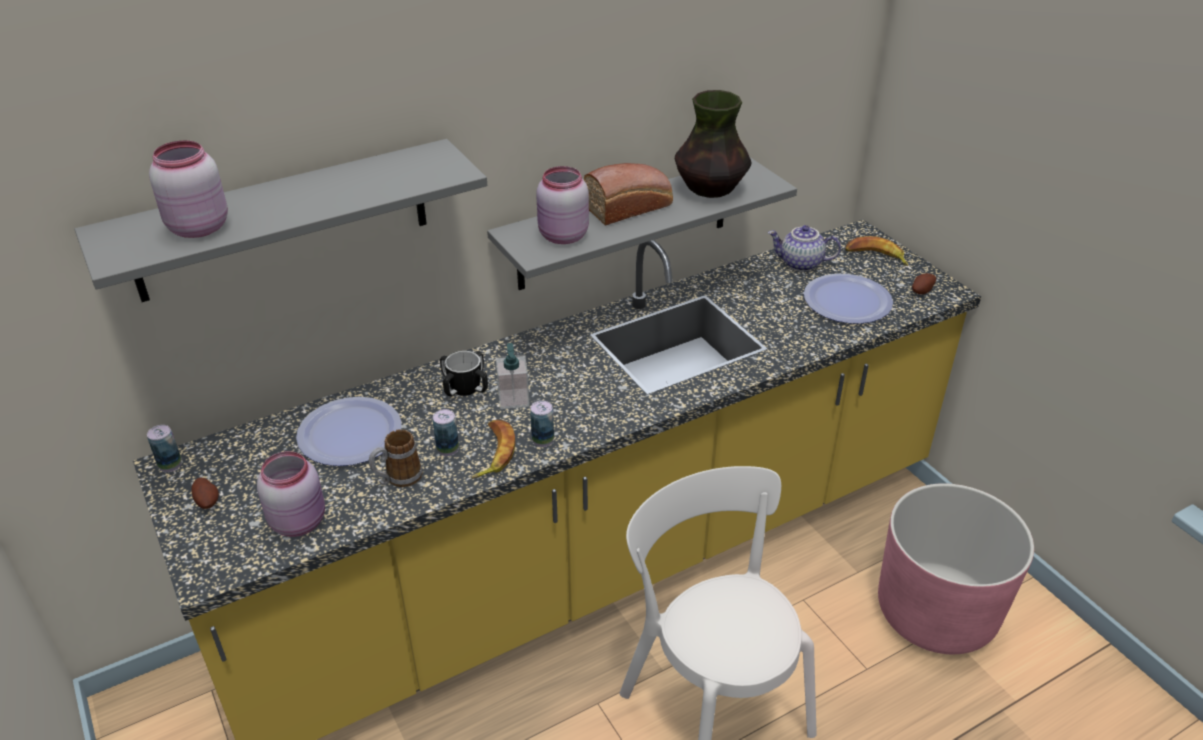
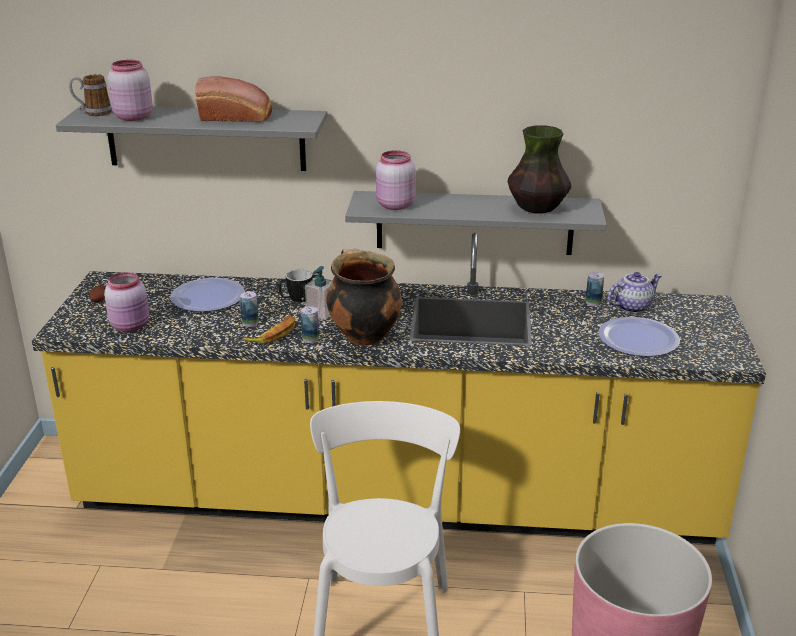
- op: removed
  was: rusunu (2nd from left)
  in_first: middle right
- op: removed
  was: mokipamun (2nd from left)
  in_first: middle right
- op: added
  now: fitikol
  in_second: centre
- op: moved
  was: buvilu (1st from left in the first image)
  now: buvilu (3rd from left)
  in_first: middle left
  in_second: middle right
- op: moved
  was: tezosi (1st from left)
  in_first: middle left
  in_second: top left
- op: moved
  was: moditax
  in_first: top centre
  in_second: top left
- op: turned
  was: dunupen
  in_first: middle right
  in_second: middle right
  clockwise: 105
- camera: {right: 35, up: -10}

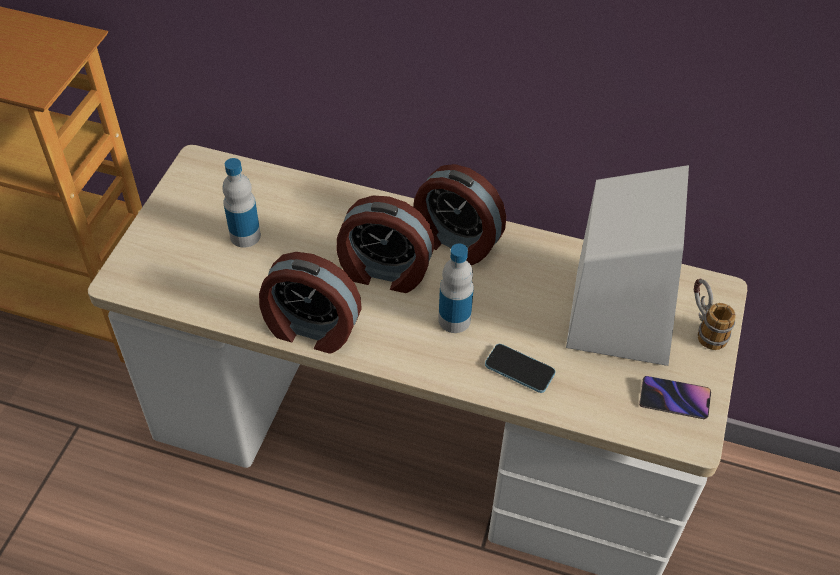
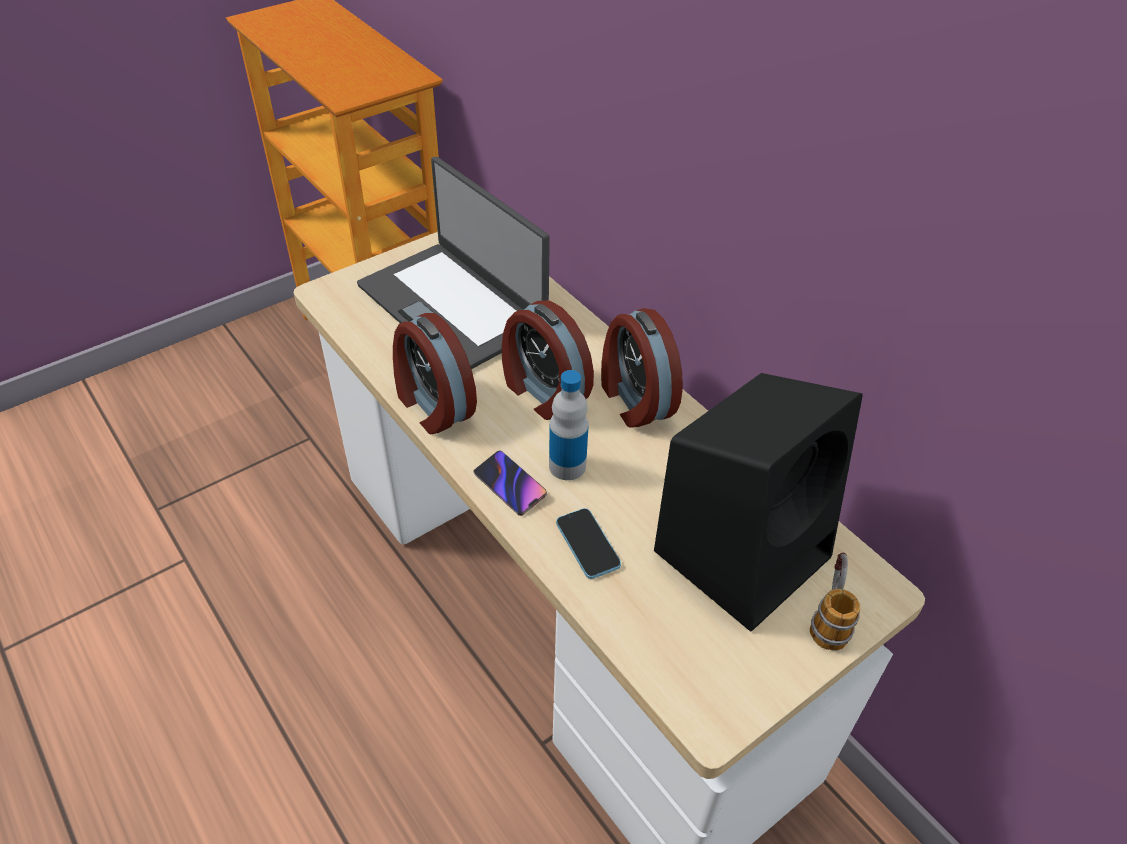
- op: moved
  was: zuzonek (2nd from left in the first image)
  now: zuzonek (1st from left)
  in_first: bottom right
  in_second: centre
- op: replaced
  was: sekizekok (1st from left)
  now: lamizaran
  in_first: middle left
  in_second: top centre
- op: recoloured
  was: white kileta
  now: black kileta
  in_first: middle right
  in_second: middle right
- camera: {right: 35, up: -5}

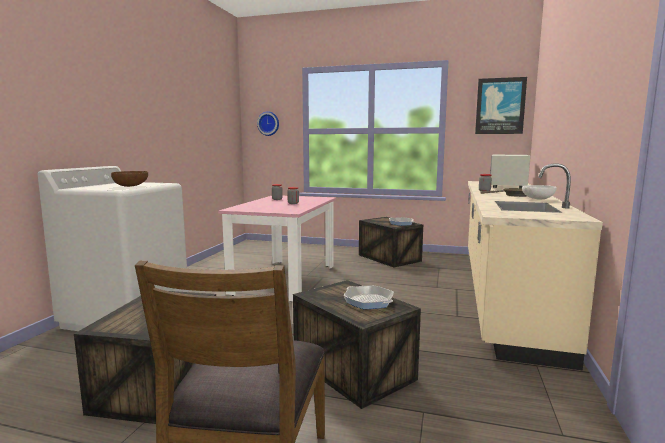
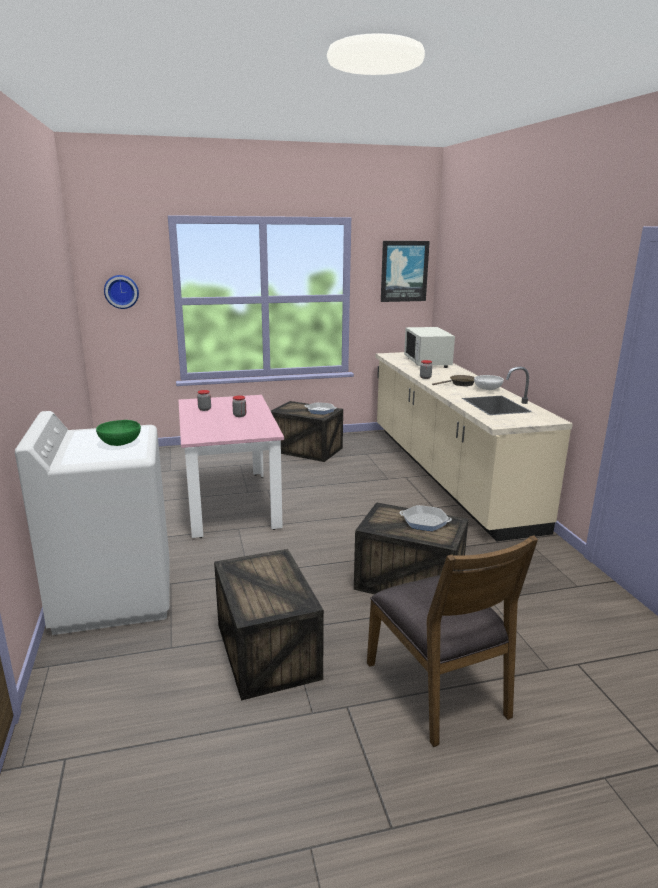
- op: recoloured
  was: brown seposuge
  now: green seposuge
  in_first: middle left
  in_second: middle left
- camera: {right: -30, up: 10}

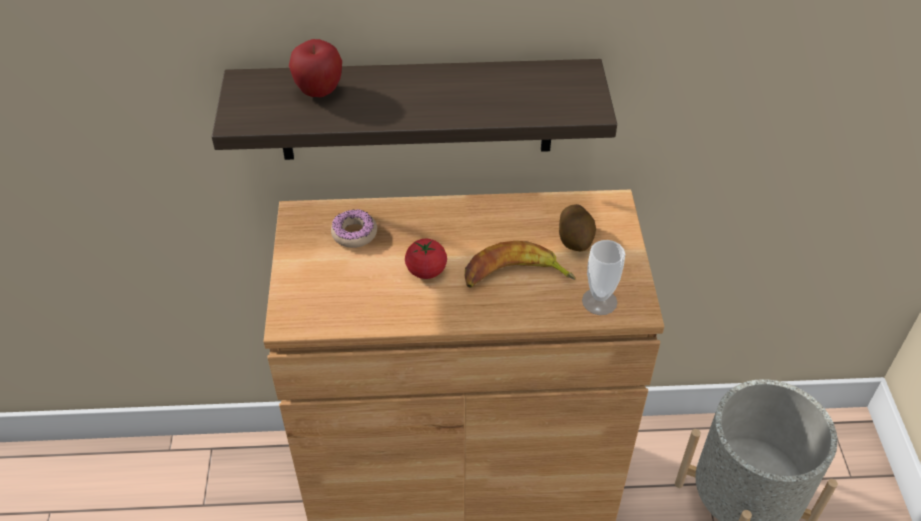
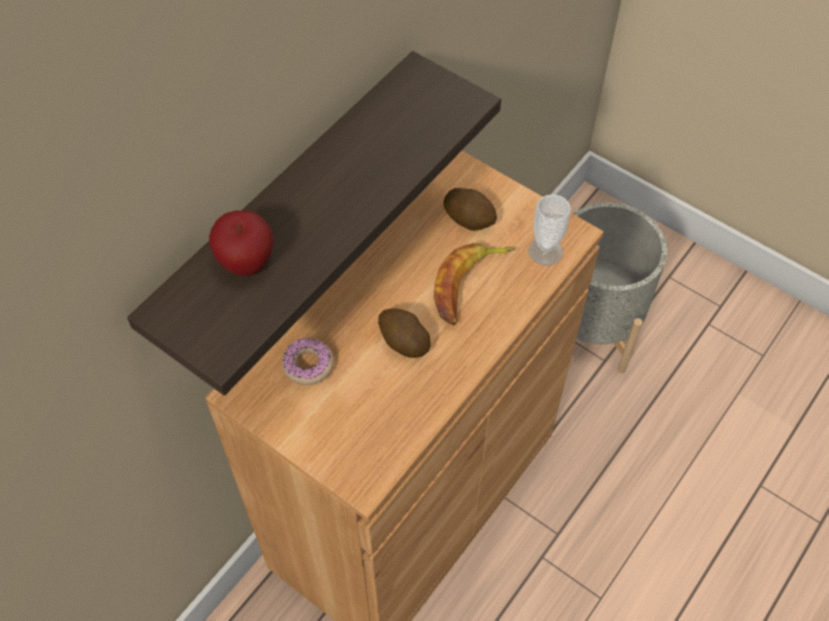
- op: replaced
  was: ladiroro
  now: mokipamun (1st from left)
  in_first: centre
  in_second: centre
- camera: {right: -50, up: 10}

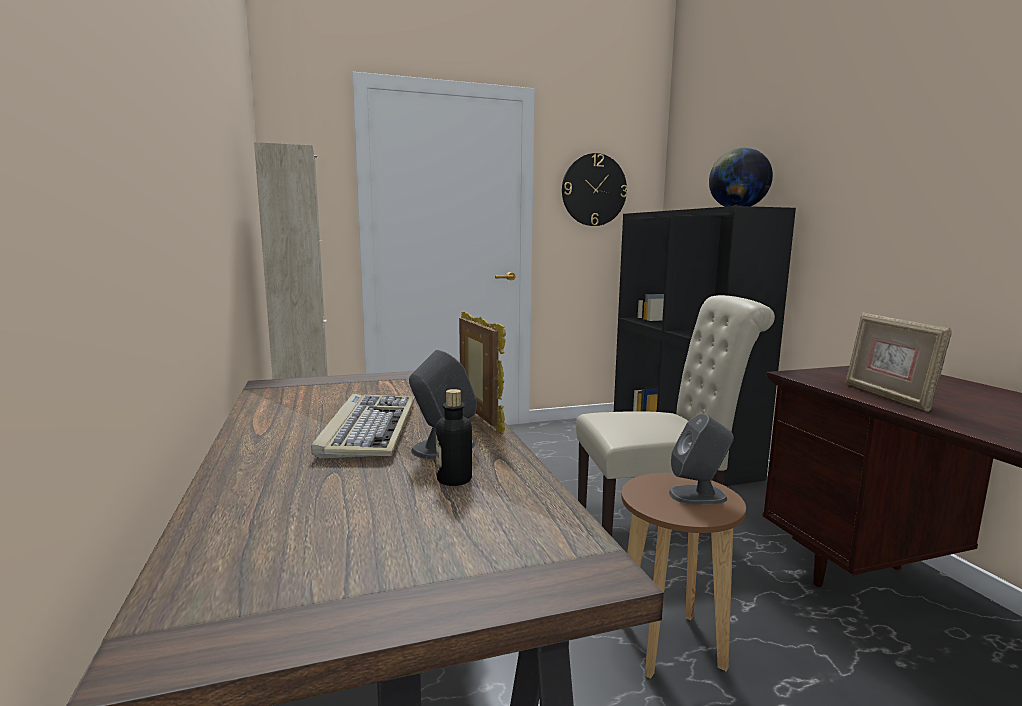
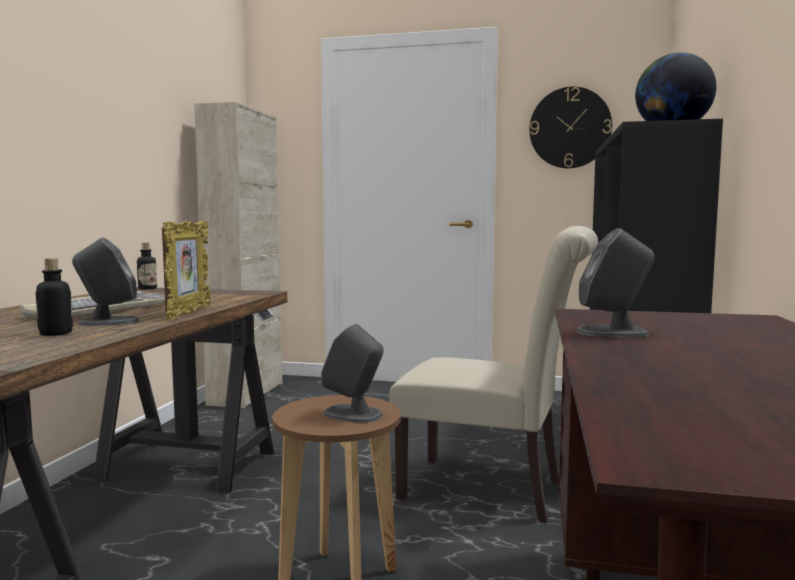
- op: added
  now: sekizekok (2nd from left)
  in_second: middle left
- op: replaced
  was: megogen (2nd from left)
  now: grey kileta (3rd from left)
  in_first: middle right
  in_second: middle right
- camera: {right: 30, up: -5}

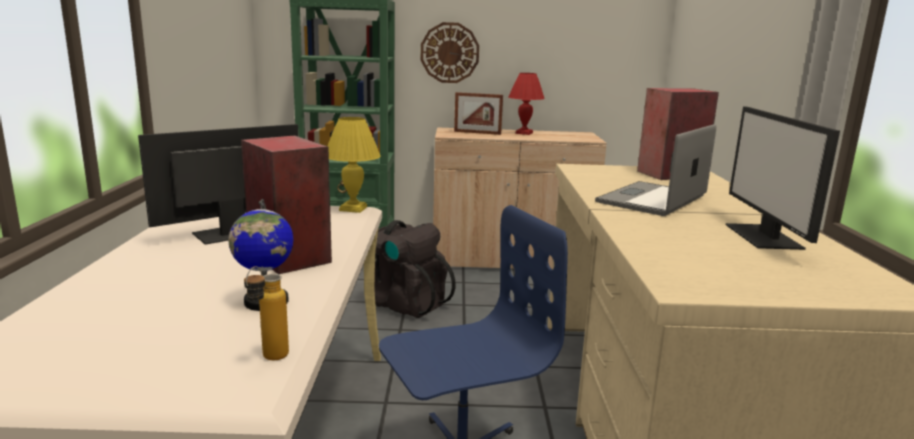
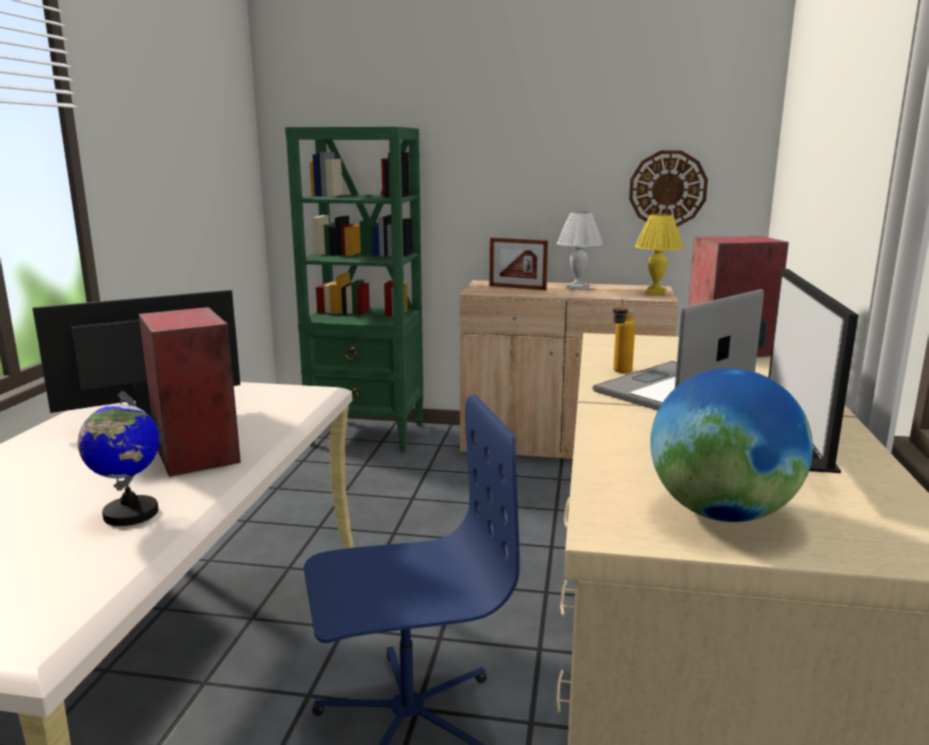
- op: removed
  was: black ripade
  in_first: centre
- op: added
  now: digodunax (2nd from left)
  in_second: middle right
- op: moved
  was: sekizekok
  in_first: bottom left
  in_second: middle right
- op: moved
  was: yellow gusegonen
  in_first: centre
  in_second: middle right
- op: moved
  was: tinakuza
  in_first: top centre
  in_second: top right
- op: recoloured
  was: red gusegonen
  now: white gusegonen
  in_first: top centre
  in_second: centre
- camera: {right: 10, up: 0}

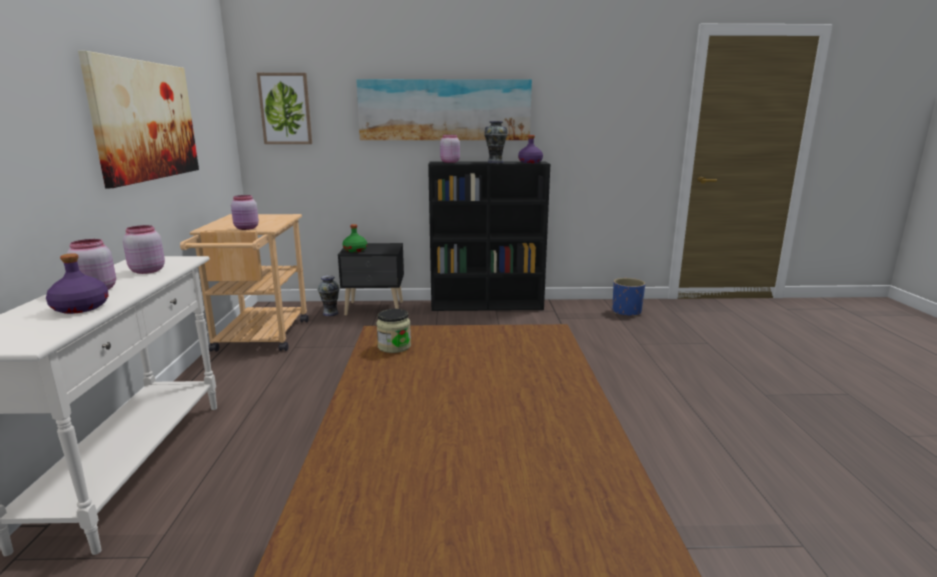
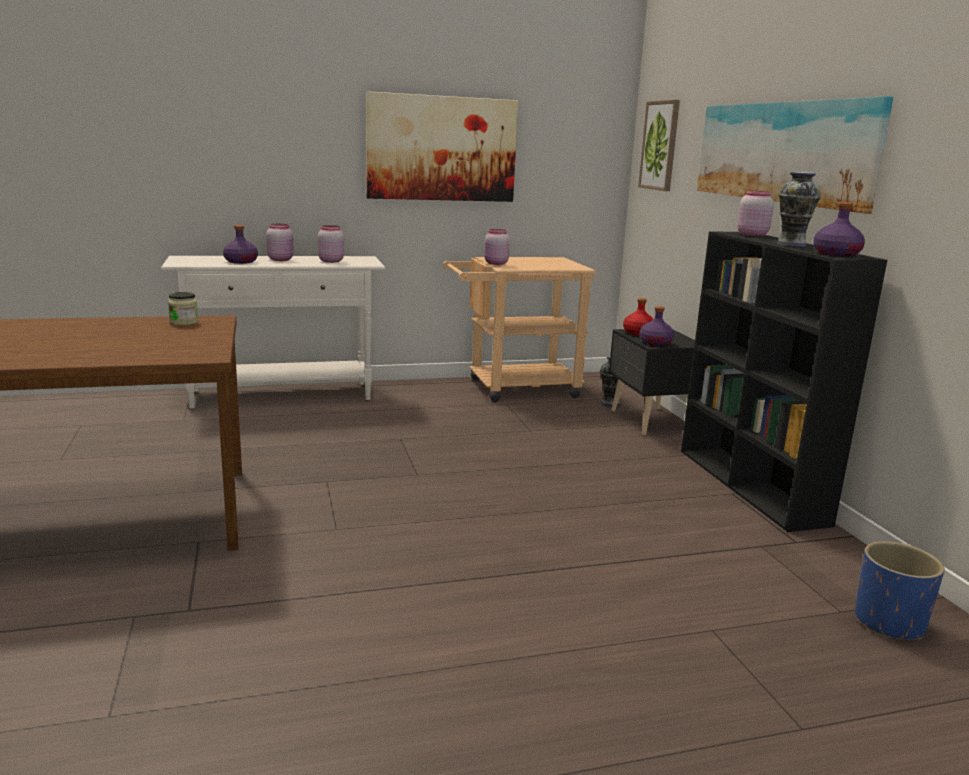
- op: added
  now: purple sekizekok (2nd from left)
  in_second: middle right
- op: recoloured
  was: green sekizekok
  now: red sekizekok
  in_first: centre
  in_second: centre
- camera: {right: 75, up: 0}

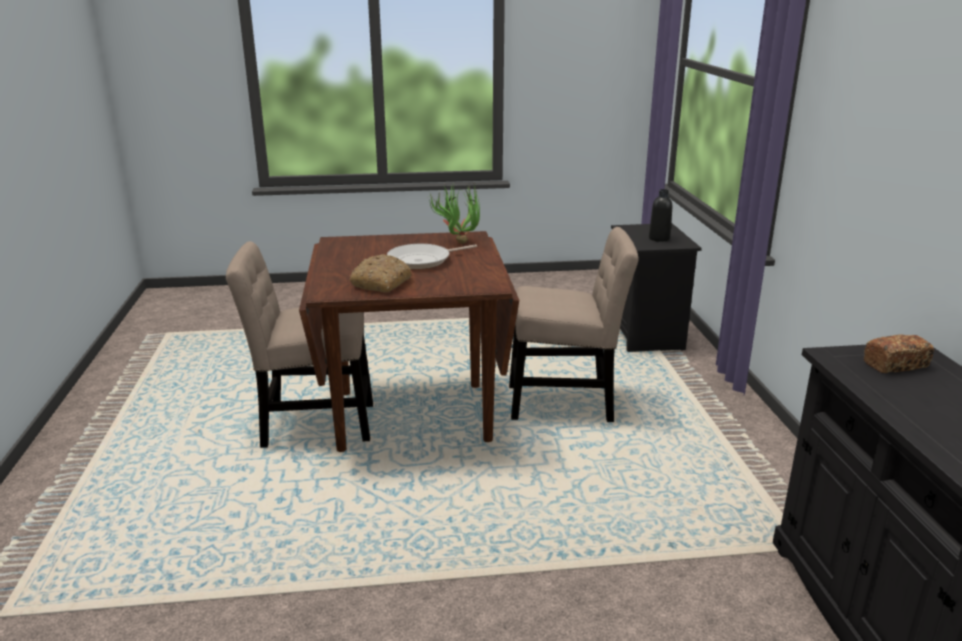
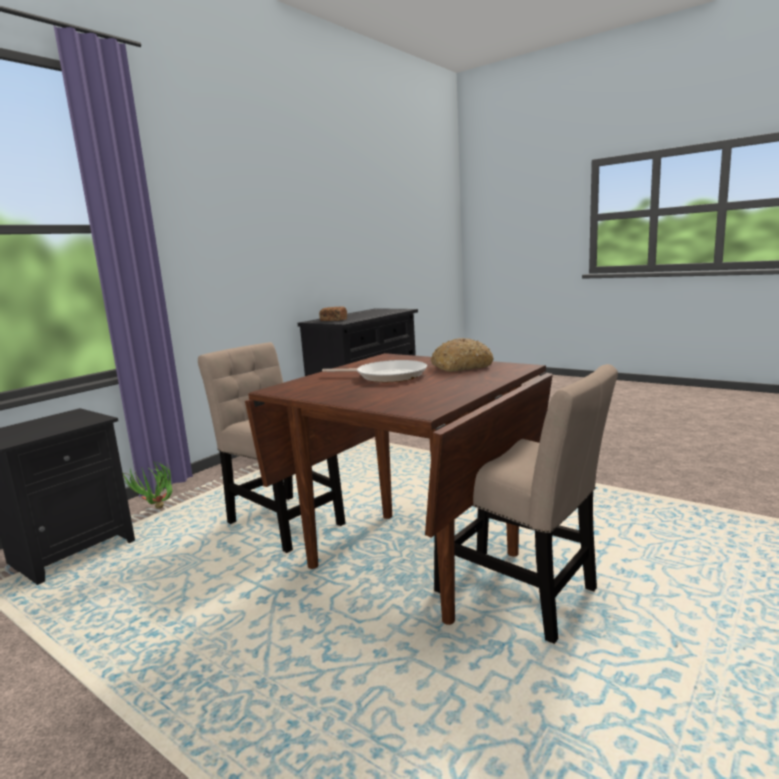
- op: removed
  was: black sekizekok
  in_first: middle right
- op: moved
  was: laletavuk
  in_first: centre
  in_second: middle left
- camera: {right: -135, up: -10}

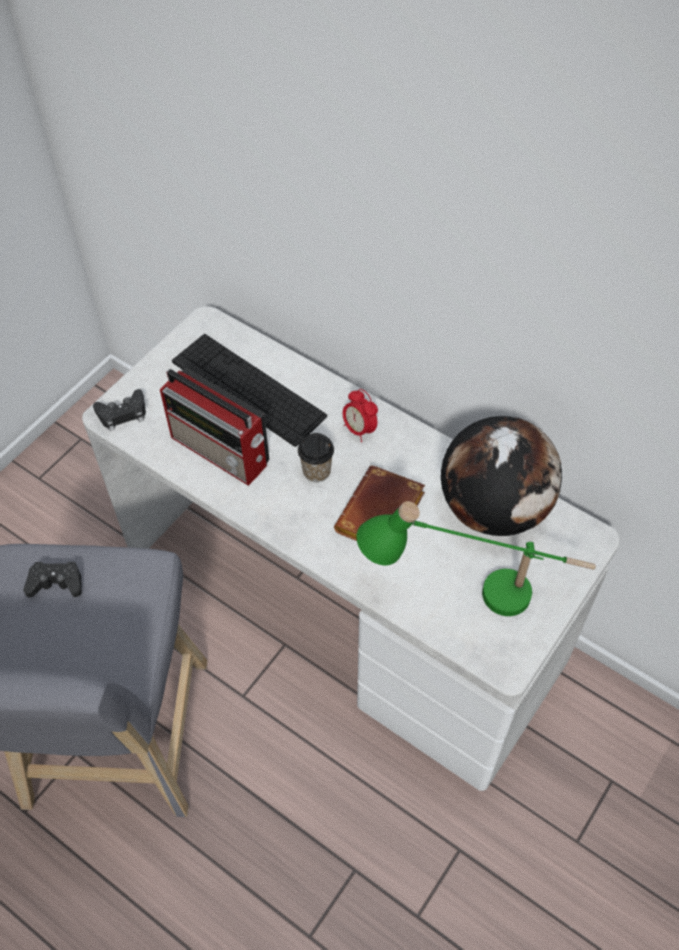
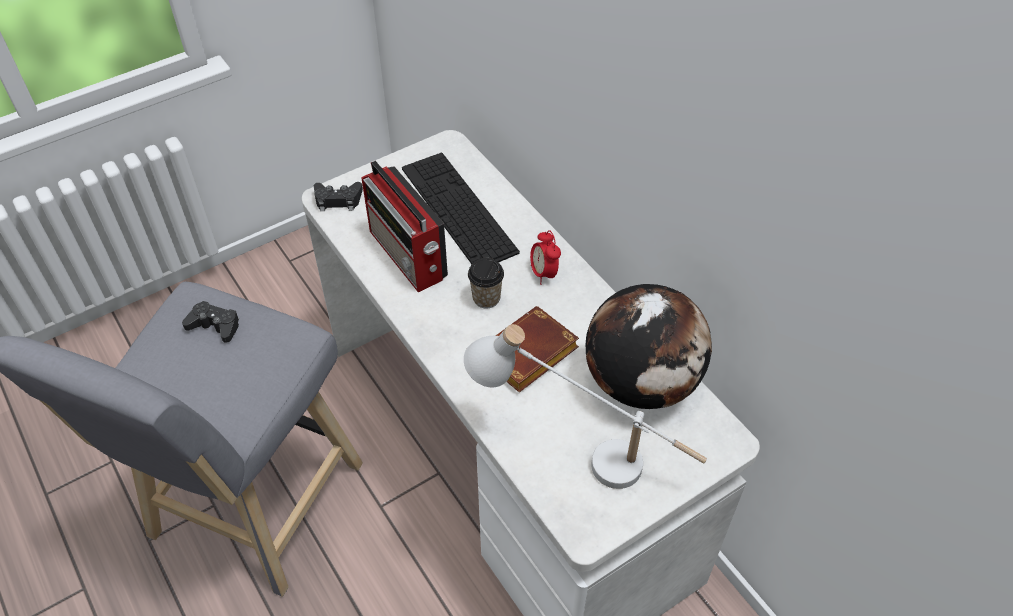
- op: recoloured
  was: green gusegonen
  now: white gusegonen
  in_first: middle right
  in_second: centre
- camera: {right: 20, up: -5}

